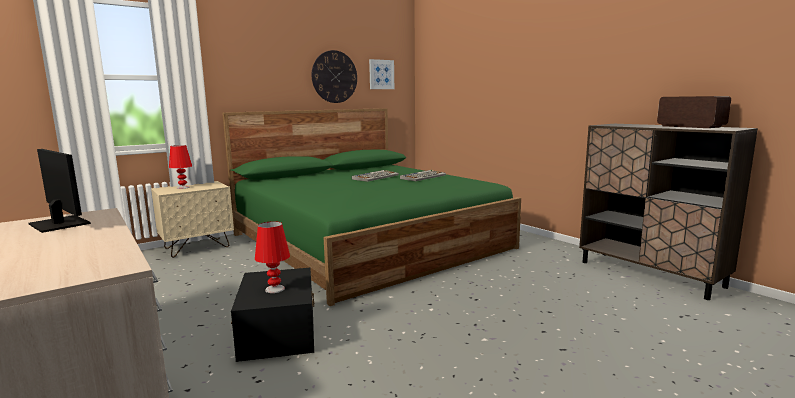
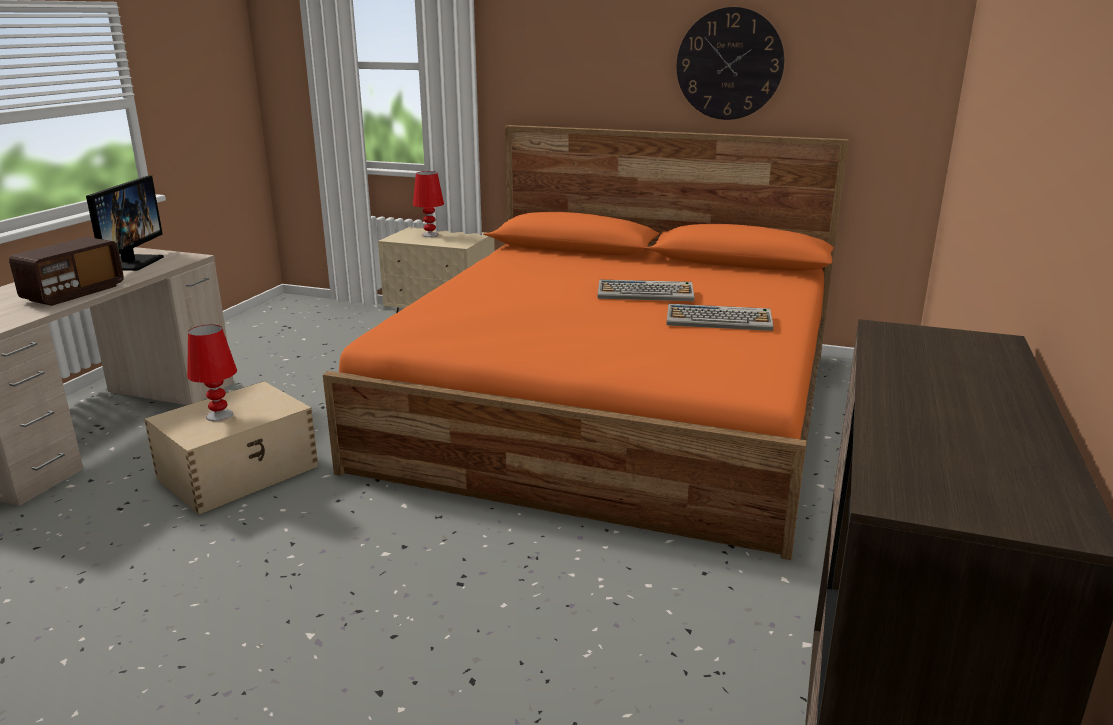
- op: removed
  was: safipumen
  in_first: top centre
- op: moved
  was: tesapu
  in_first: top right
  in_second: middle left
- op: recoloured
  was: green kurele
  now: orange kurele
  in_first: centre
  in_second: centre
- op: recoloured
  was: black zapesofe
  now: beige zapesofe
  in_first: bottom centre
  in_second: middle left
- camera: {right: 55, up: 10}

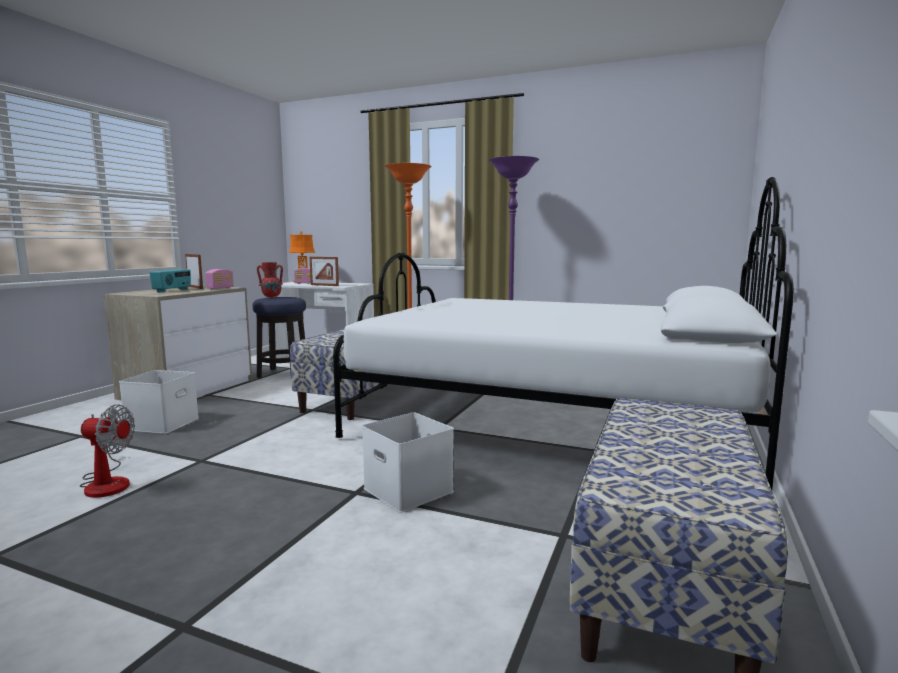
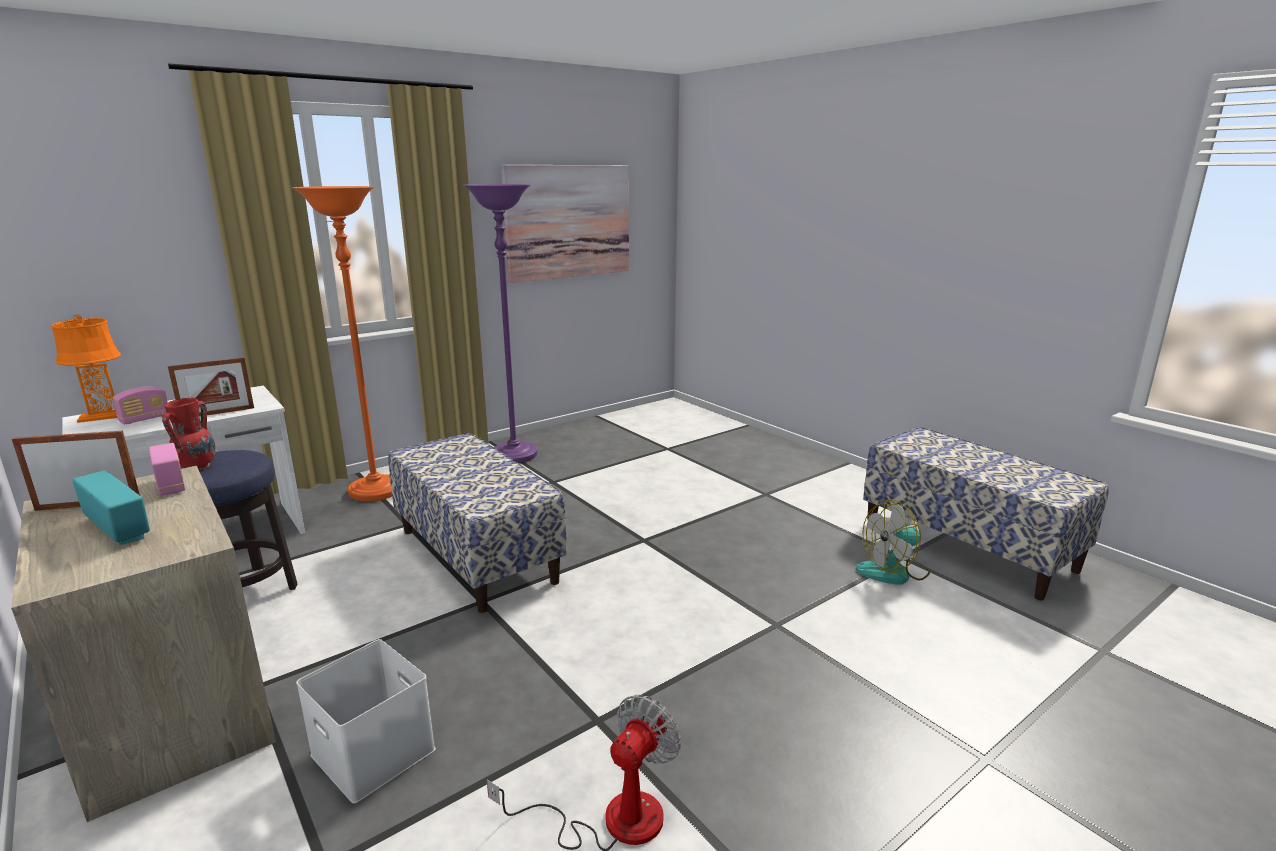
- op: removed
  was: white kurele
  in_first: centre
- op: removed
  was: white zapesofe (2nd from left)
  in_first: bottom centre
- op: added
  now: safipumen
  in_second: top centre
- op: added
  now: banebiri (2nd from left)
  in_second: middle right
- camera: {right: -60, up: 10}

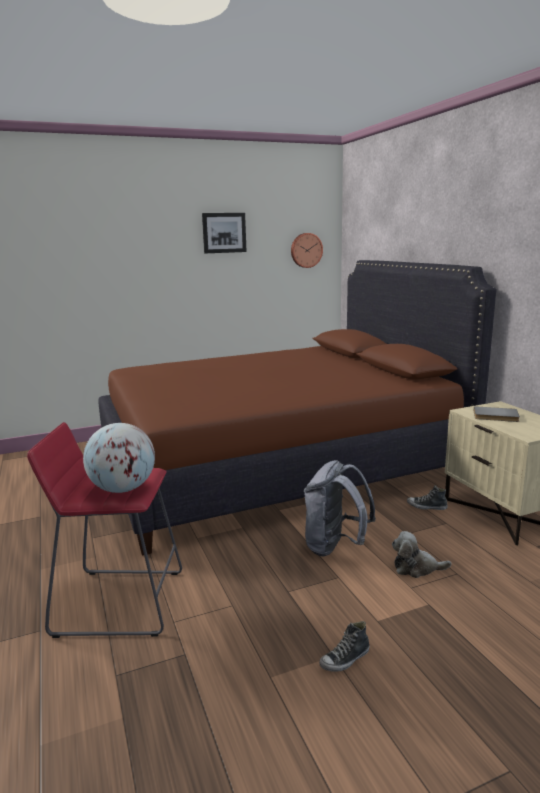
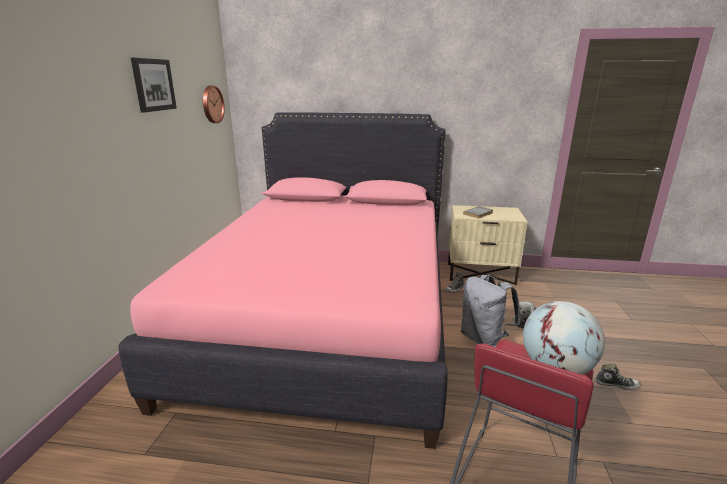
- op: recoloured
  was: brown kurele
  now: pink kurele
  in_first: centre
  in_second: centre
- op: turned
  was: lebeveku (1st from left in the first image)
  in_first: bottom centre
  in_second: bottom right
  clockwise: -75
- camera: {right: -60, up: 5}

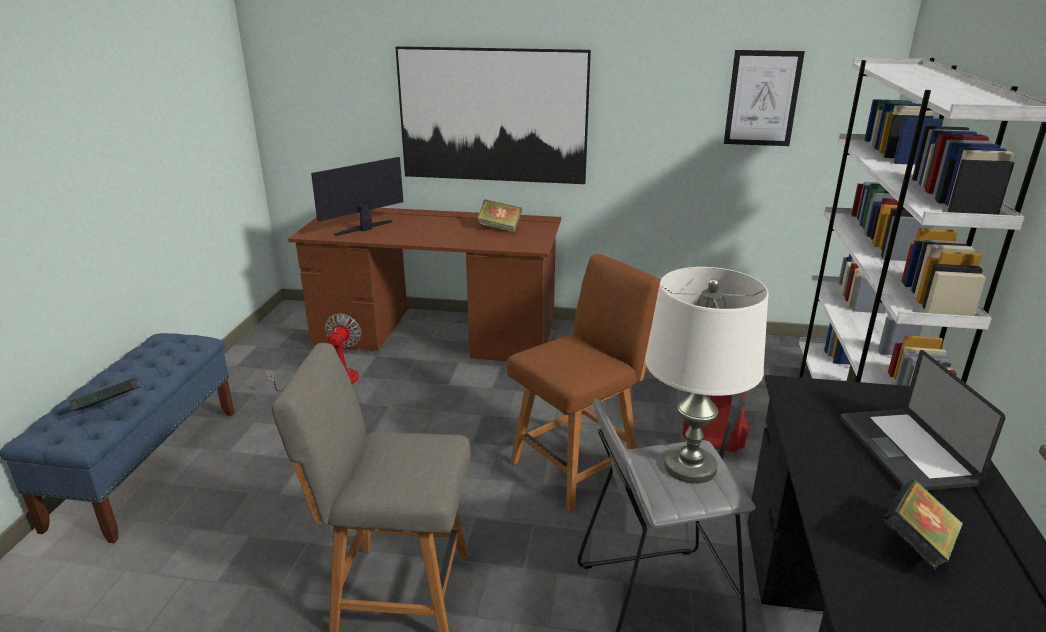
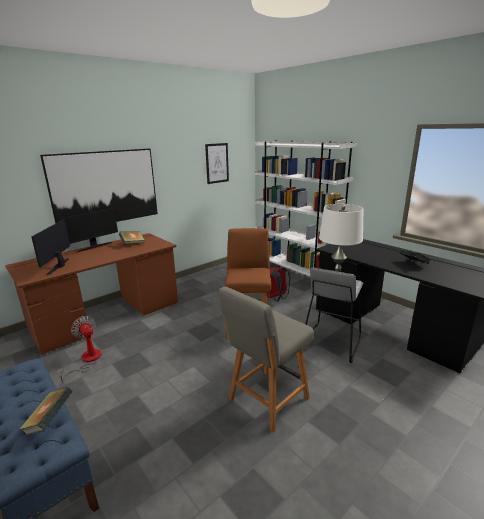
- op: removed
  was: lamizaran
  in_first: middle right
- op: added
  now: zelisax (2nd from left)
  in_second: middle left
- camera: {right: -50, up: -5}

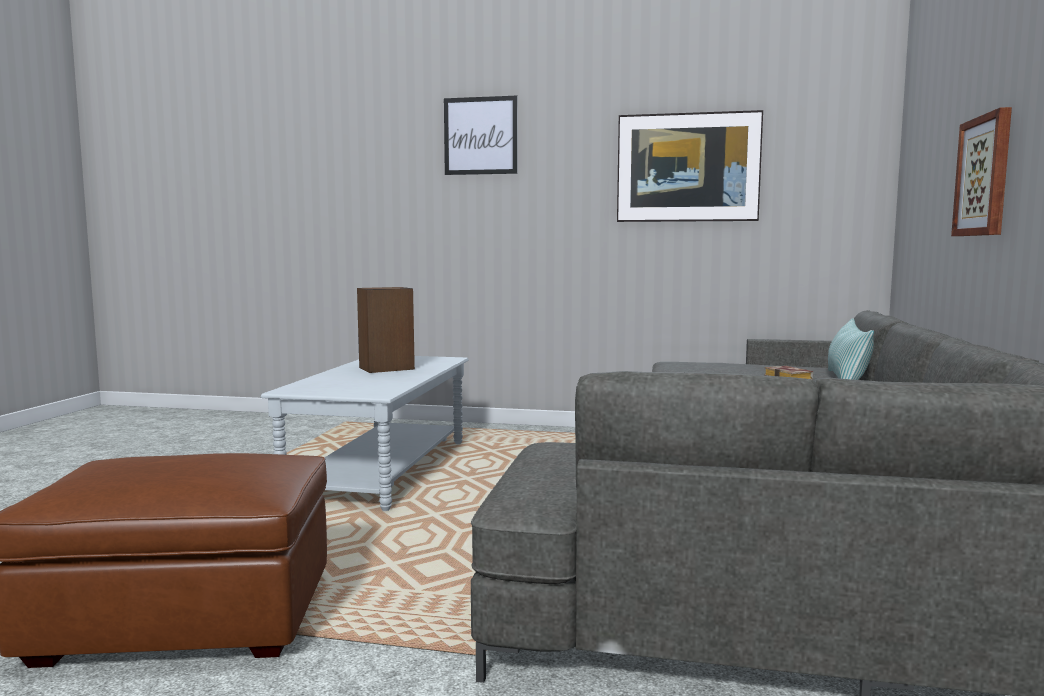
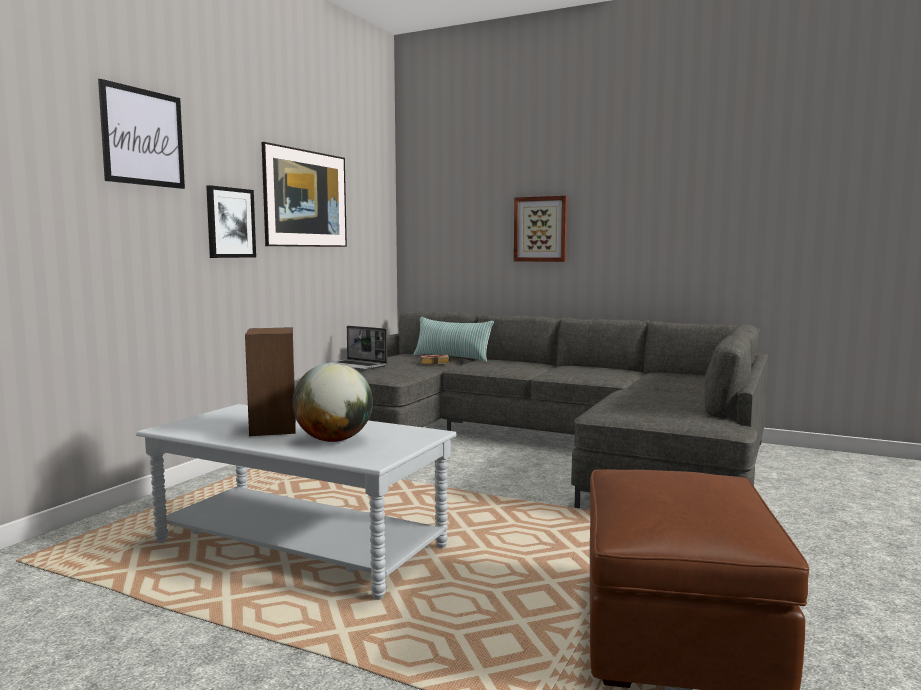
- op: added
  now: safipumen (2nd from left)
  in_second: top left
- op: added
  now: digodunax
  in_second: centre
- op: added
  now: lamizaran
  in_second: centre
- camera: {right: -75, up: 0}

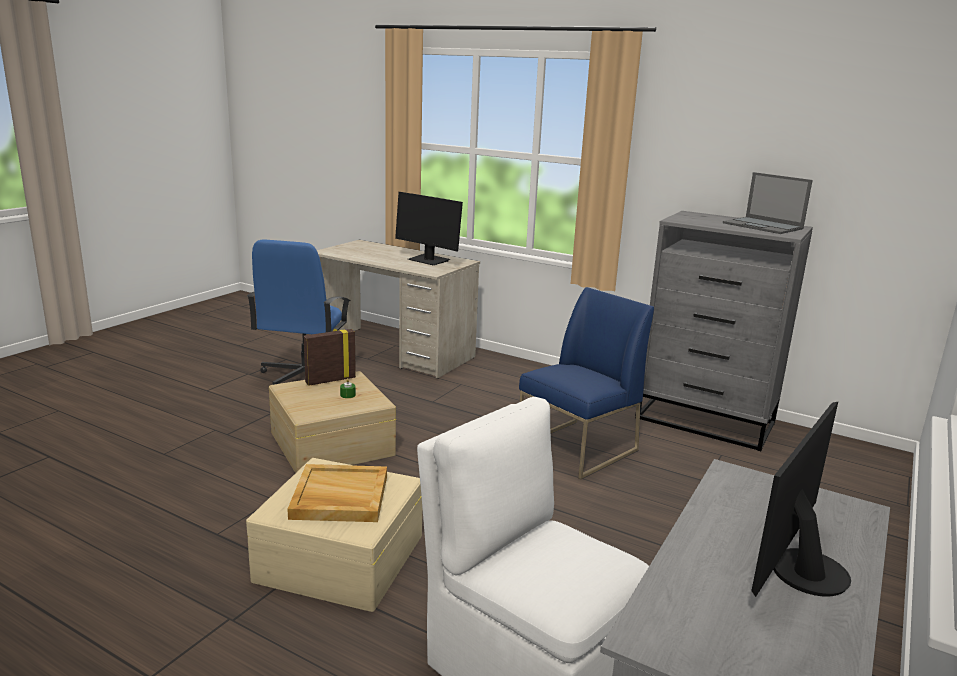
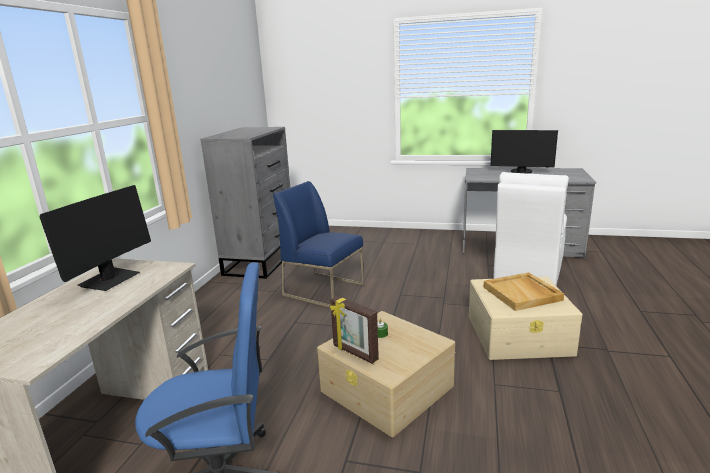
- op: removed
  was: lamizaran
  in_first: top right
- camera: {right: -105, up: 0}

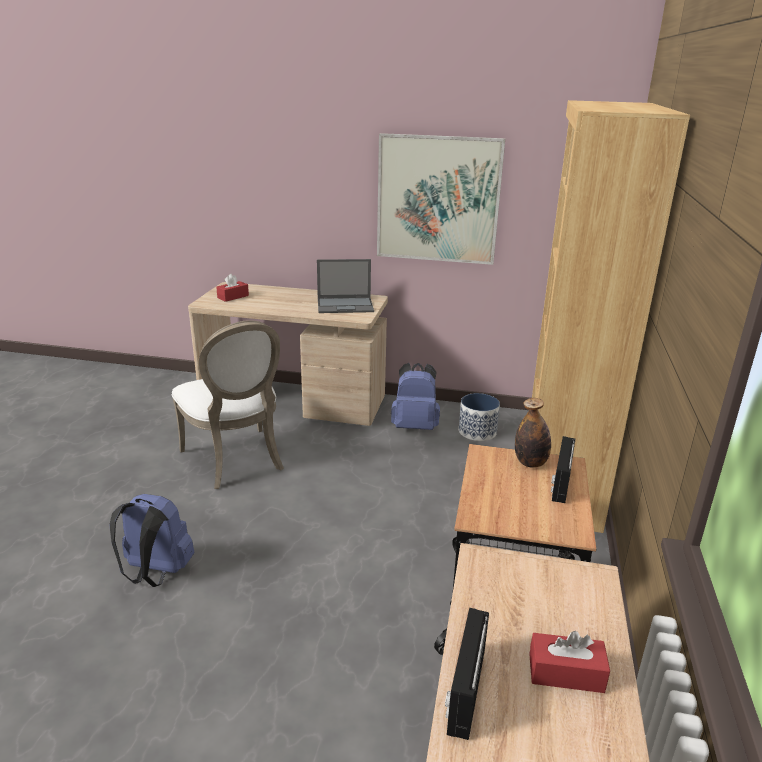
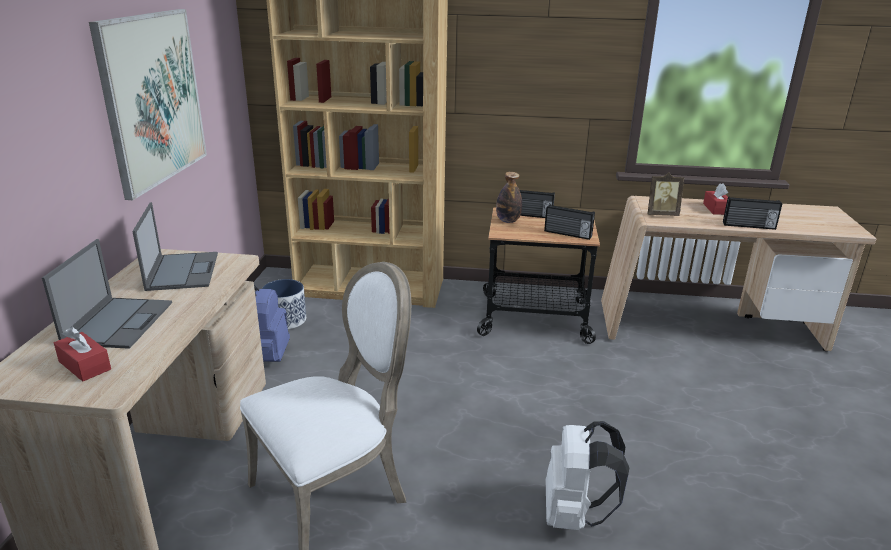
- op: added
  now: lamizaran (1st from left)
  in_second: middle left
- op: added
  now: tesapu (2nd from left)
  in_second: centre
- op: added
  now: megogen
  in_second: middle right
- op: recoloured
  was: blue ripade (1st from left)
  now: white ripade
  in_first: bottom left
  in_second: bottom centre
- camera: {right: -95, up: 0}

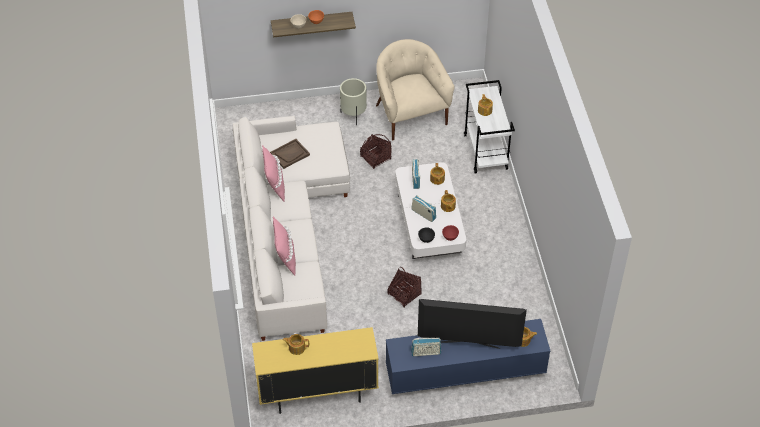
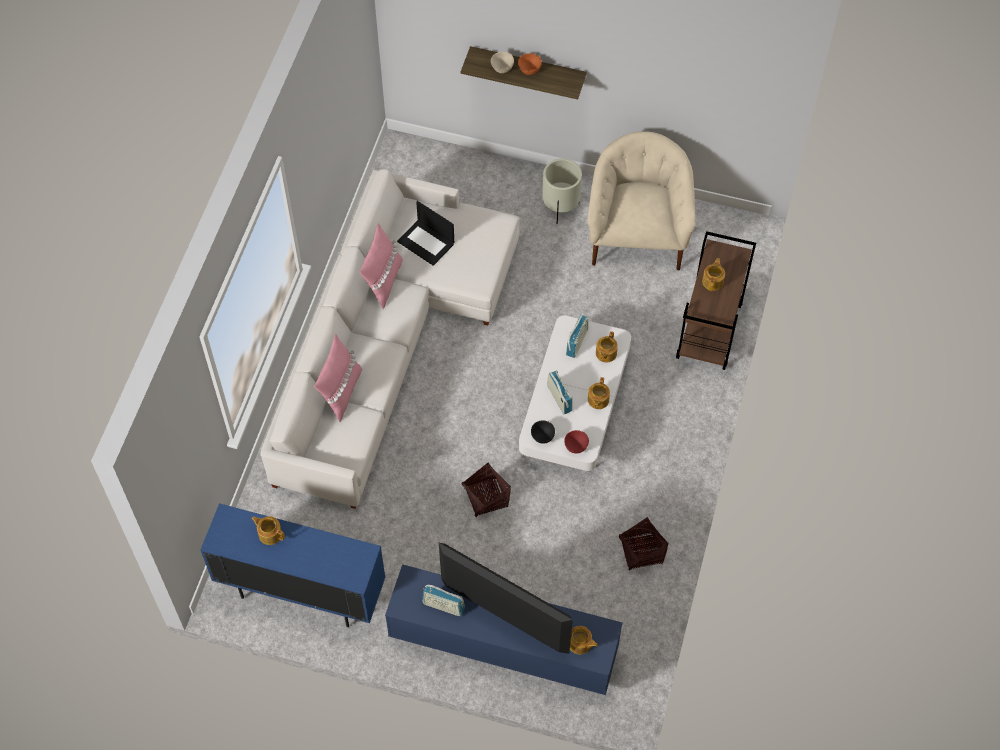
- op: moved
  was: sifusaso (1st from left in the first image)
  now: sifusaso (2nd from left)
  in_first: centre
  in_second: bottom centre
- op: replaced
  was: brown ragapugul
  now: lamizaran
  in_first: centre
  in_second: top centre
- op: recoloured
  was: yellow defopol
  now: blue defopol
  in_first: bottom centre
  in_second: bottom left
- op: recoloured
  was: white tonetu
  now: brown tonetu
  in_first: top centre
  in_second: middle right
- camera: {right: 25, up: 10}

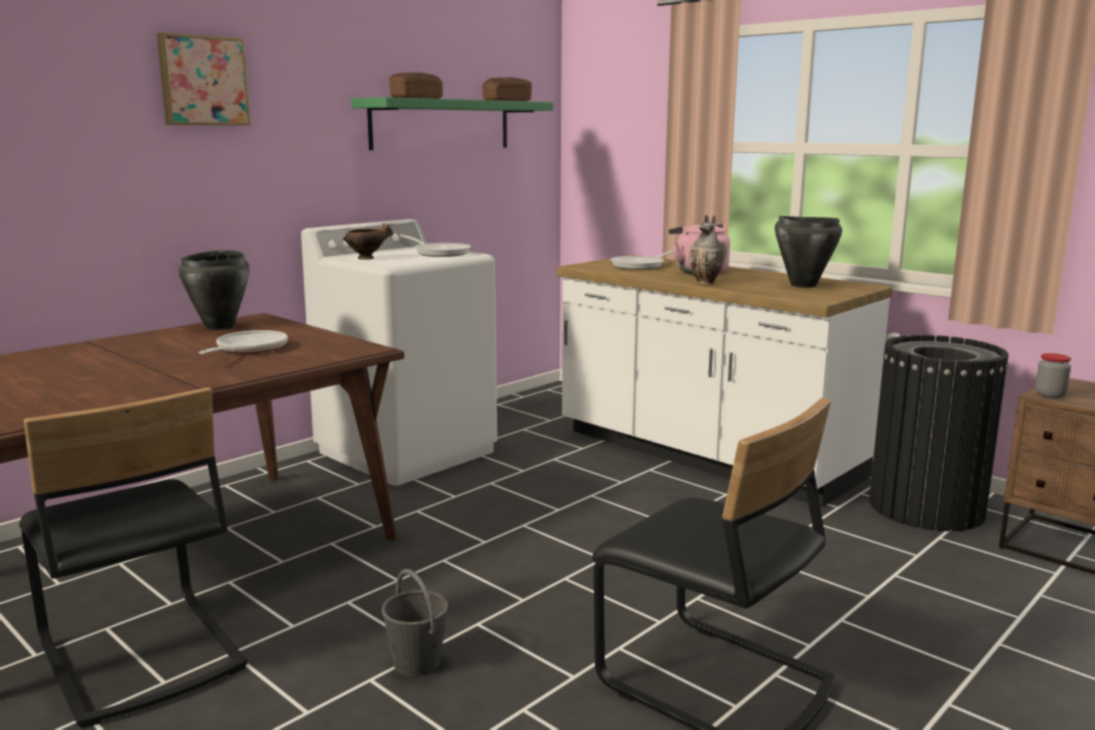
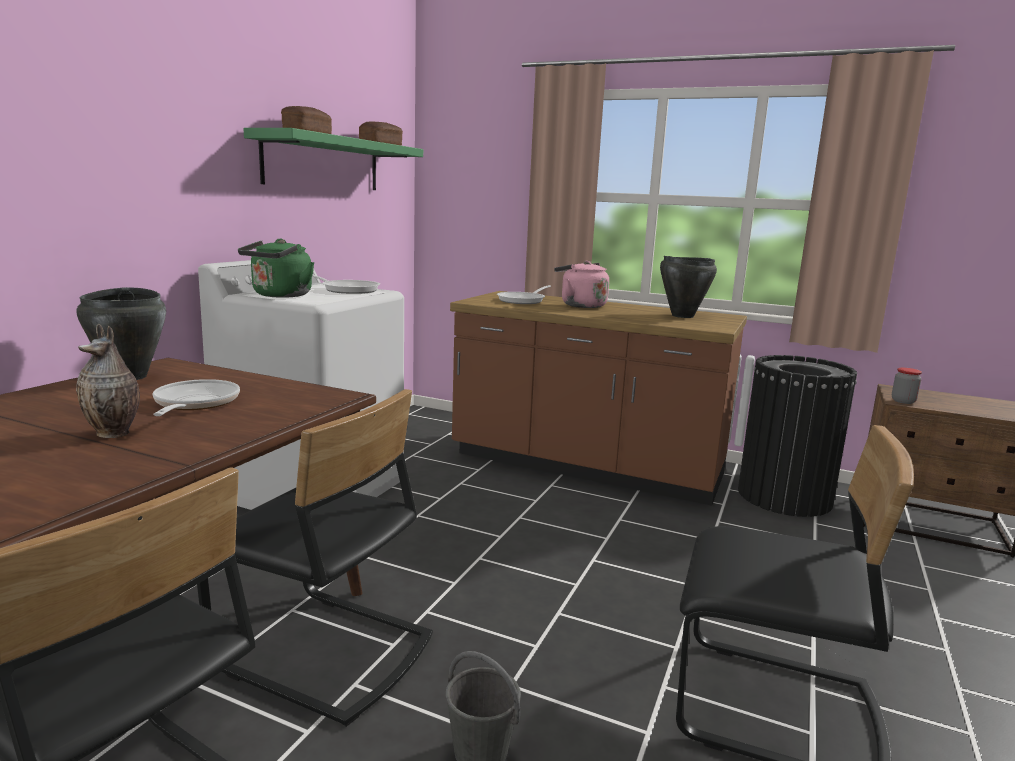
- op: removed
  was: safipumen
  in_first: top left
- op: added
  now: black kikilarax (2nd from left)
  in_second: bottom left
- op: moved
  was: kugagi
  in_first: centre
  in_second: middle left
- op: replaced
  was: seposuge
  now: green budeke
  in_first: top centre
  in_second: middle left
- op: recoloured
  was: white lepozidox
  now: brown lepozidox
  in_first: centre
  in_second: centre
- camera: {right: -20, up: 0}

